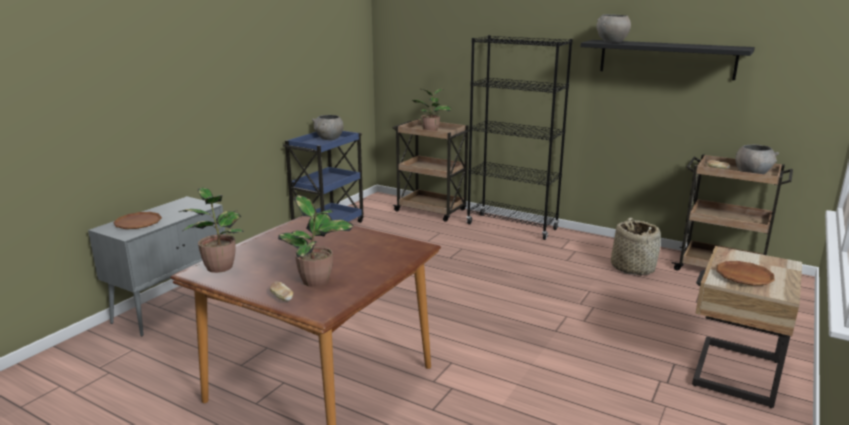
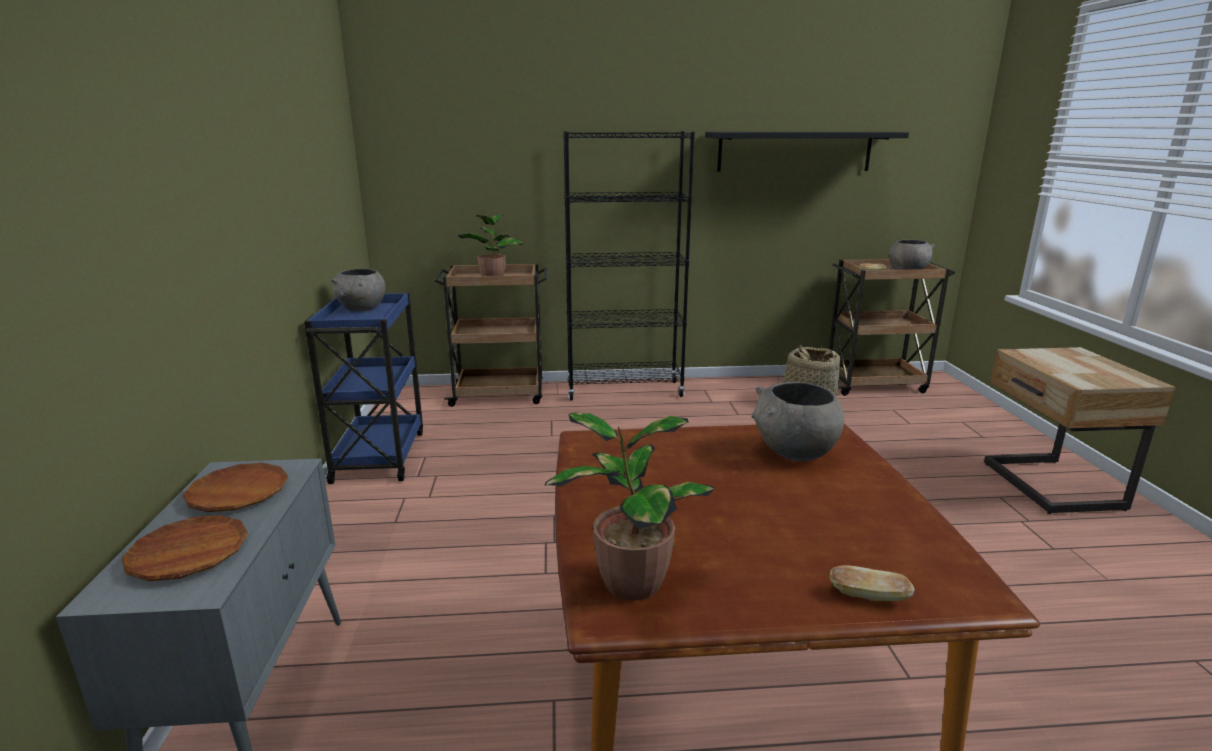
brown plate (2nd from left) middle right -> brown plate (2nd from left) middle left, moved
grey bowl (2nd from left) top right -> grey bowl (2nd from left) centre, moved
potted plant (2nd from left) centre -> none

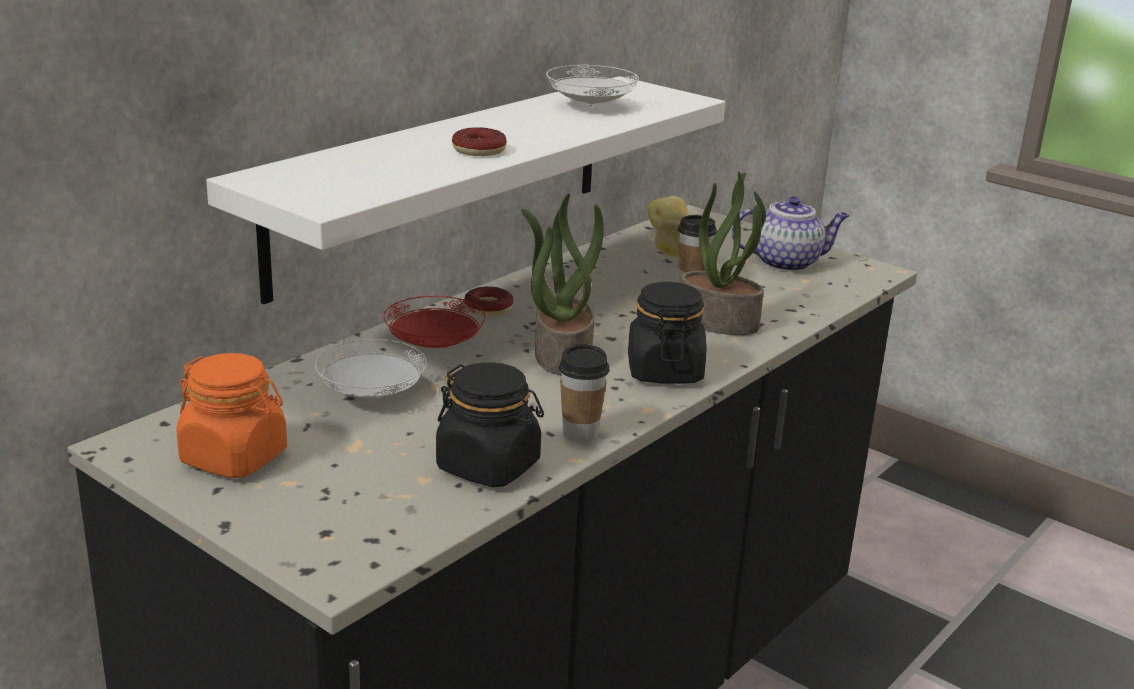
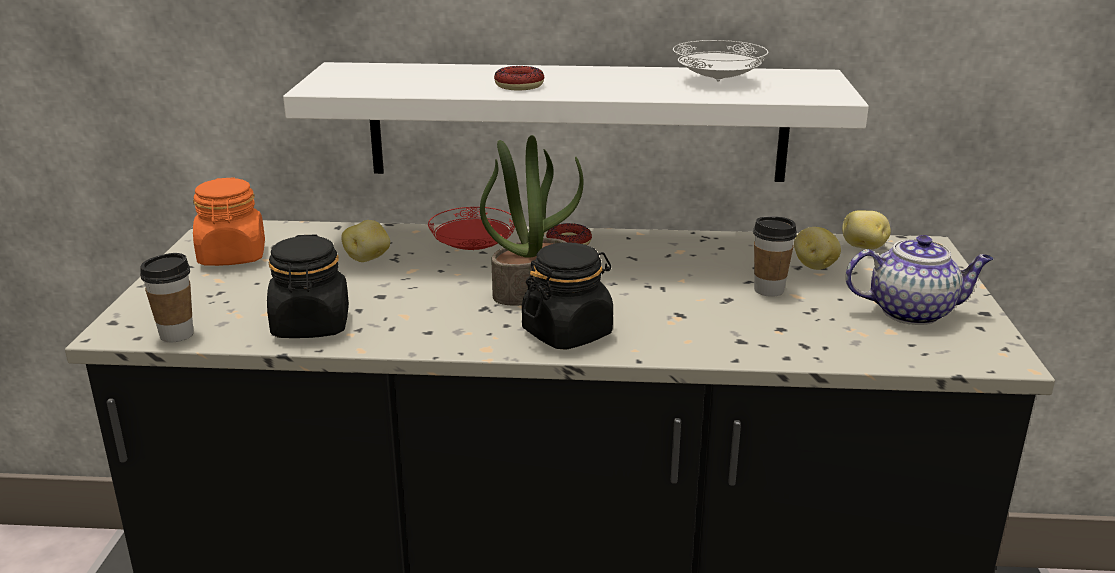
cup (1st from left) centre -> cup (1st from left) middle left, moved
white plate (1st from left) middle left -> potato (1st from left) middle left
teapot middle right, 45 degrees counterclockwise
potted plant (2nd from left) centre -> none

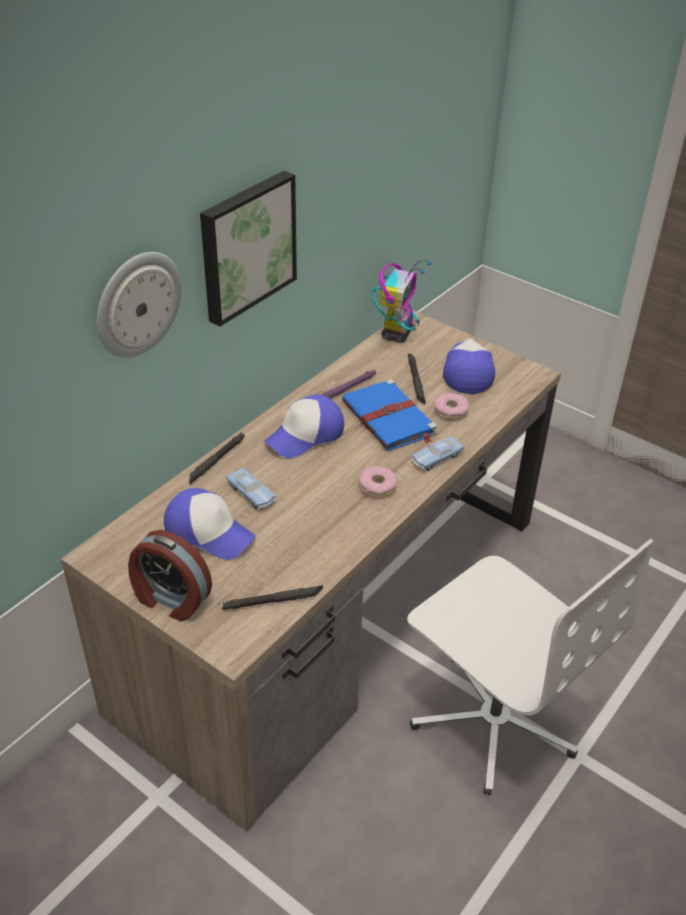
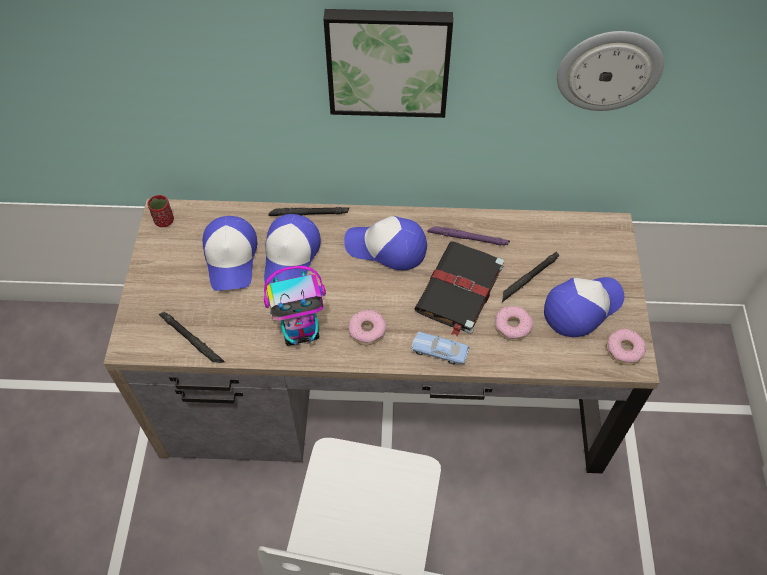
none -> red cup middle left
blue toy car (1st from left) centre -> cap (2nd from left) centre
toy robot top centre -> toy robot centre, moved
blue book centre -> black book centre
wall clock middle left -> wall clock top right, moved
none -> donut (3rd from left) middle right
alarm clock middle left -> none

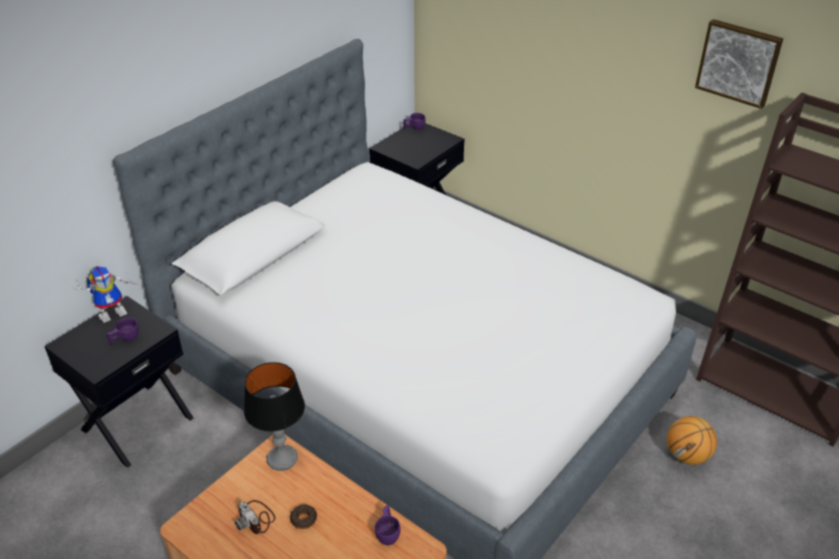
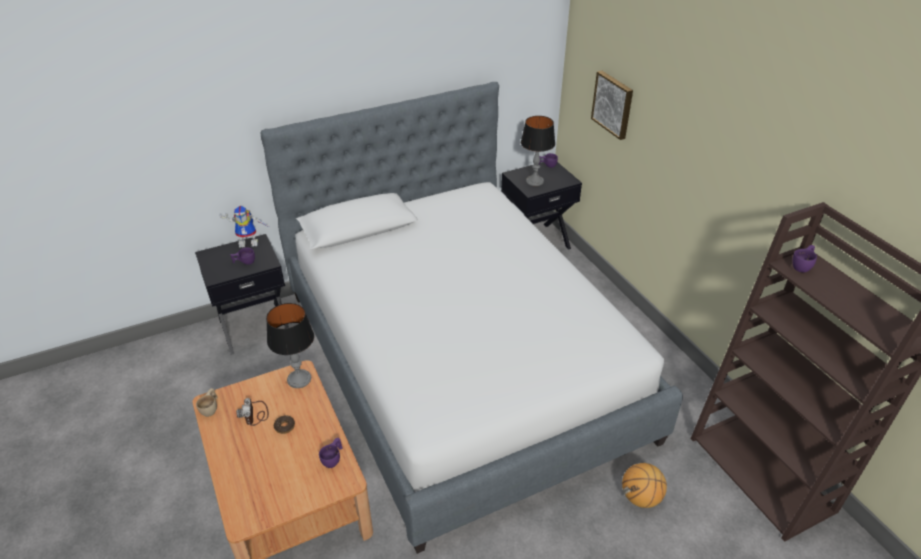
none -> beige cup bottom left
none -> table lamp (2nd from left) top centre
picture top right -> picture top centre, moved
none -> purple cup (4th from left) middle right

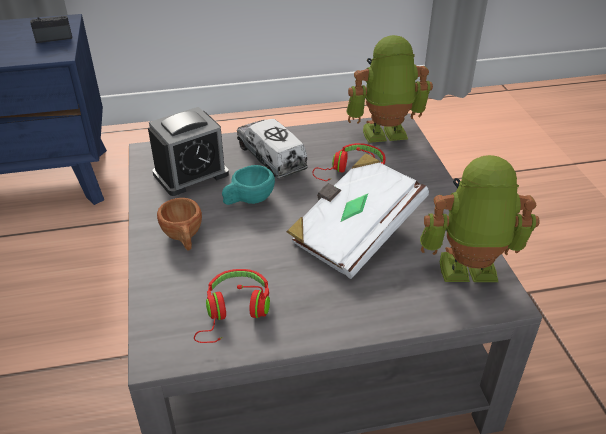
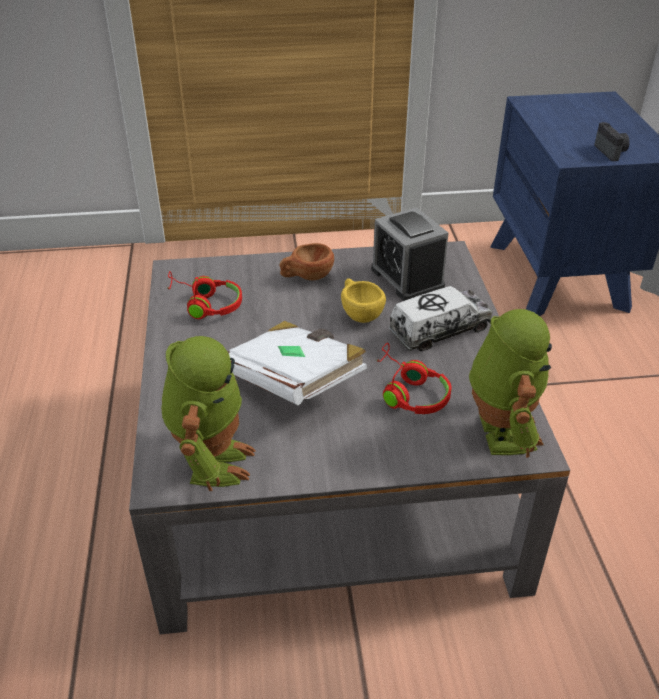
turquoise cup centre -> yellow cup centre

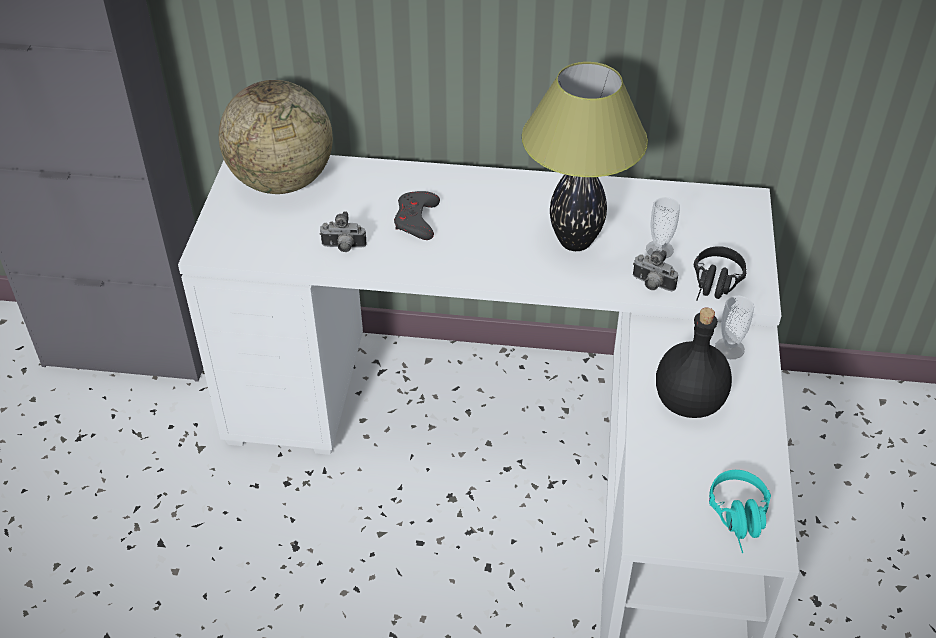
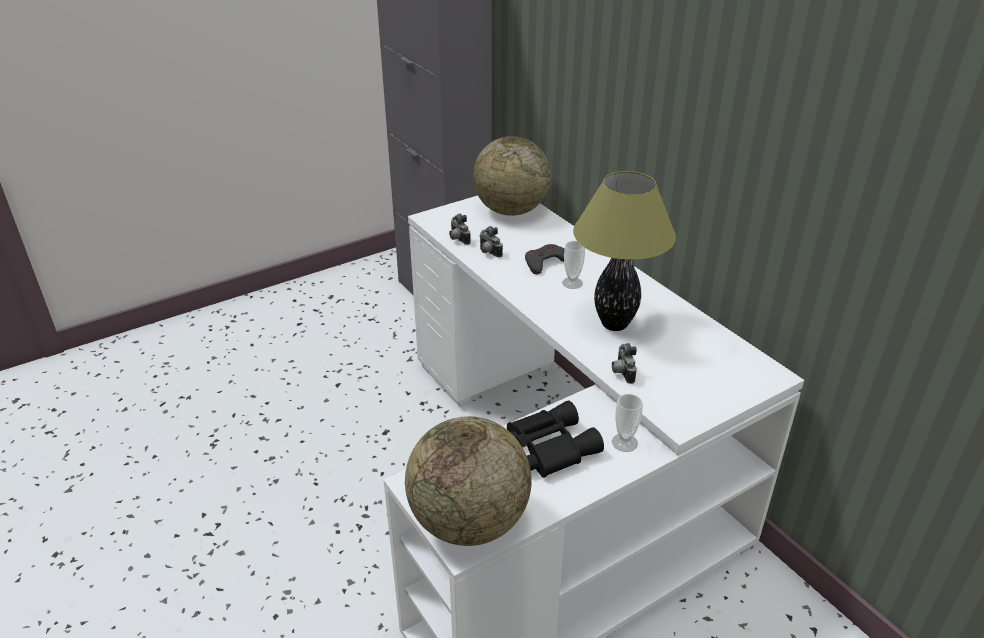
turquoise headphones bottom right -> globe (1st from left) bottom centre
none -> photo camera (1st from left) centre
black bottle middle right -> black binoculars bottom centre
cup (1st from left) middle right -> cup (1st from left) centre, moved
black headphones middle right -> none

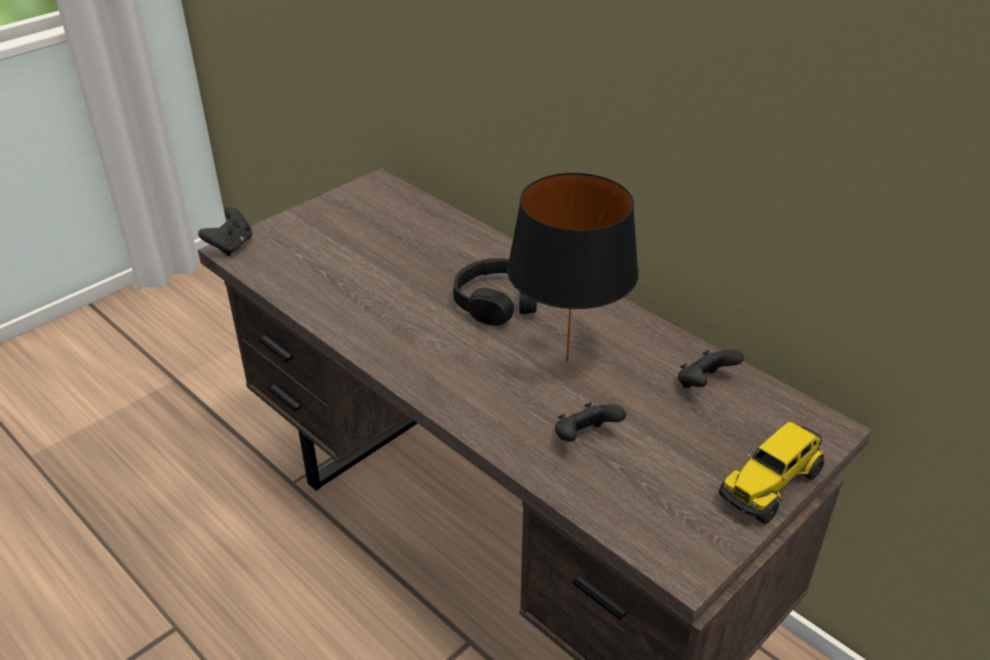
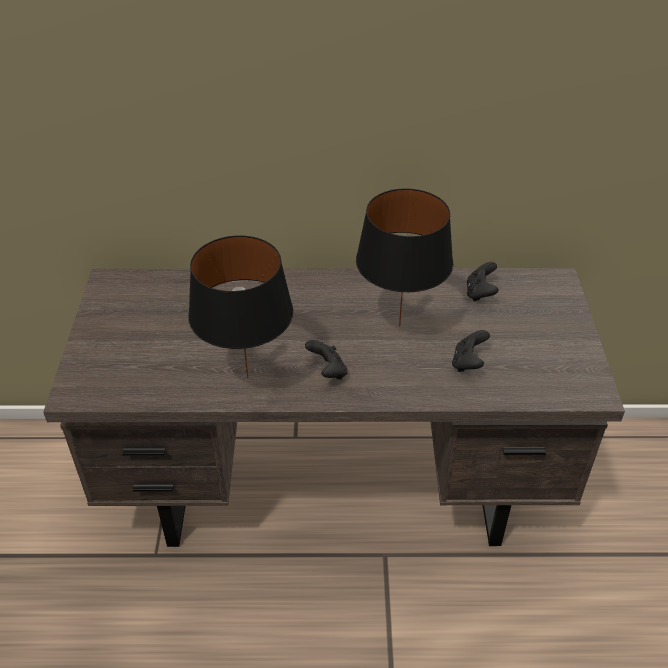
none -> black table lamp (1st from left) centre
black game controller (1st from left) middle left -> black game controller (1st from left) centre, moved
black headphones centre -> none
toy truck bottom right -> none

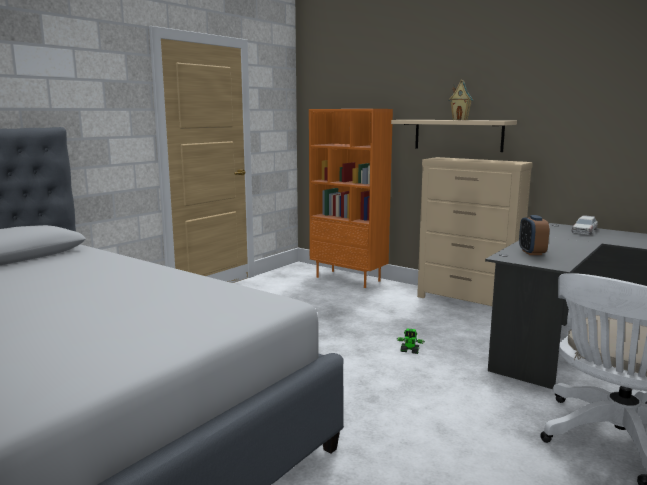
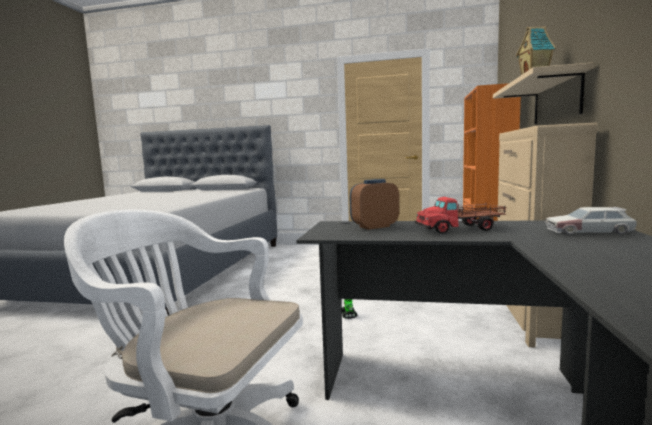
none -> toy truck middle right

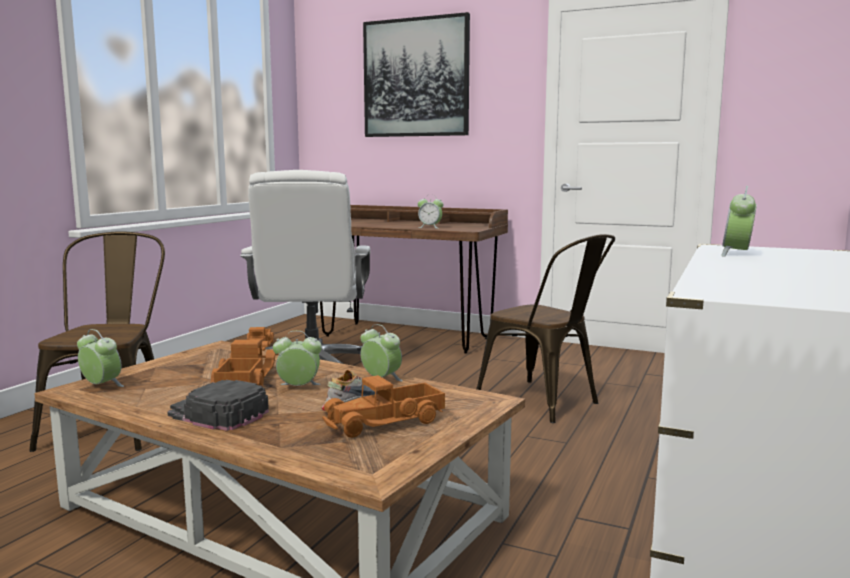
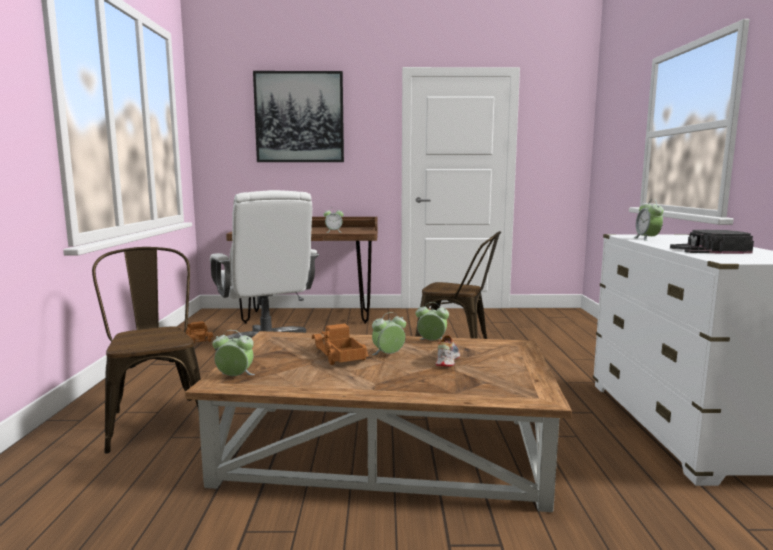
black cap bottom left -> black cap middle right, moved
toy truck (3rd from left) bottom centre -> none

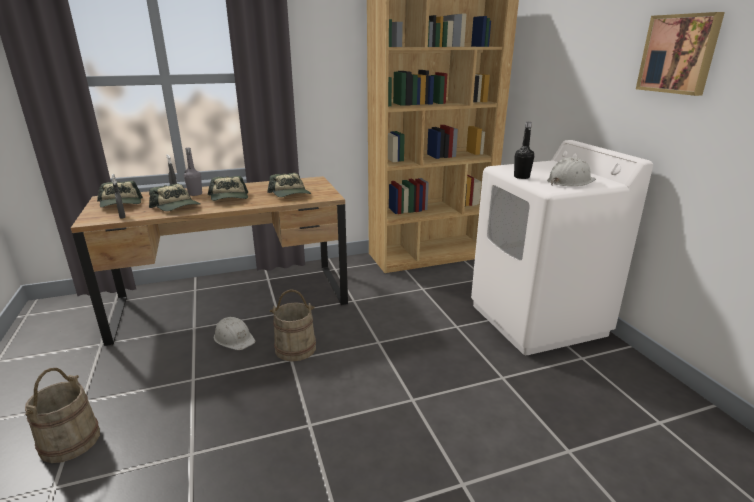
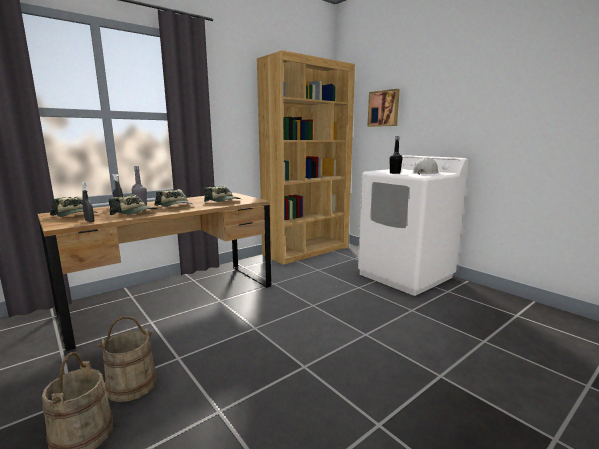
beige bucket (2nd from left) centre -> beige bucket (2nd from left) bottom left, moved
picture top right -> picture top centre, moved
white hard hat (1st from left) middle left -> none

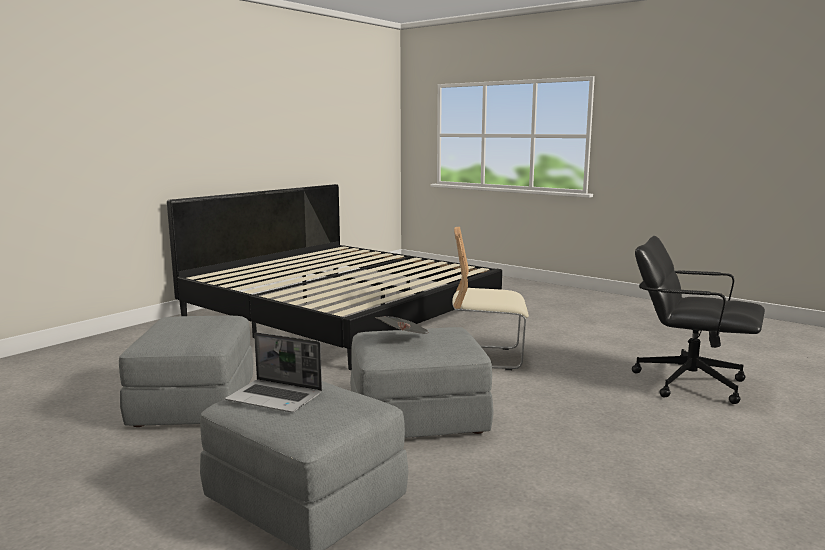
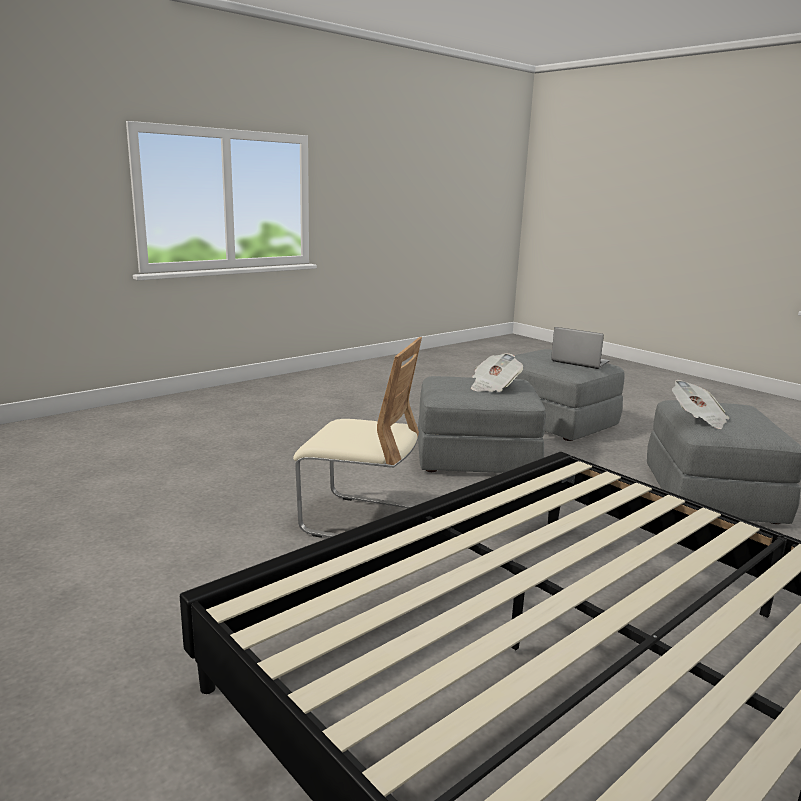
none -> newspaper (2nd from left) middle right
black office chair middle right -> none

